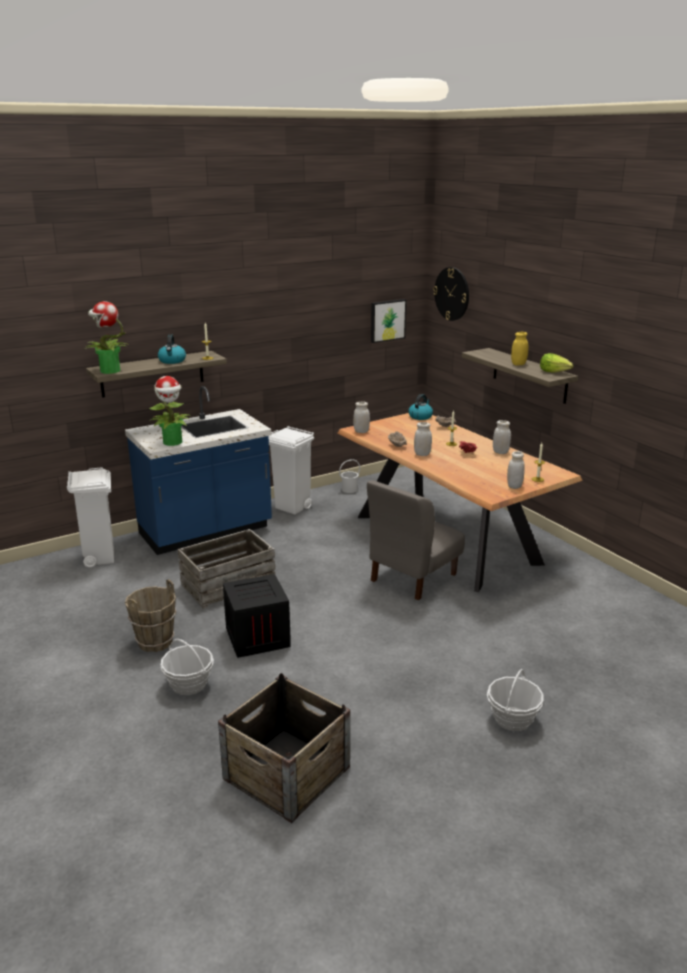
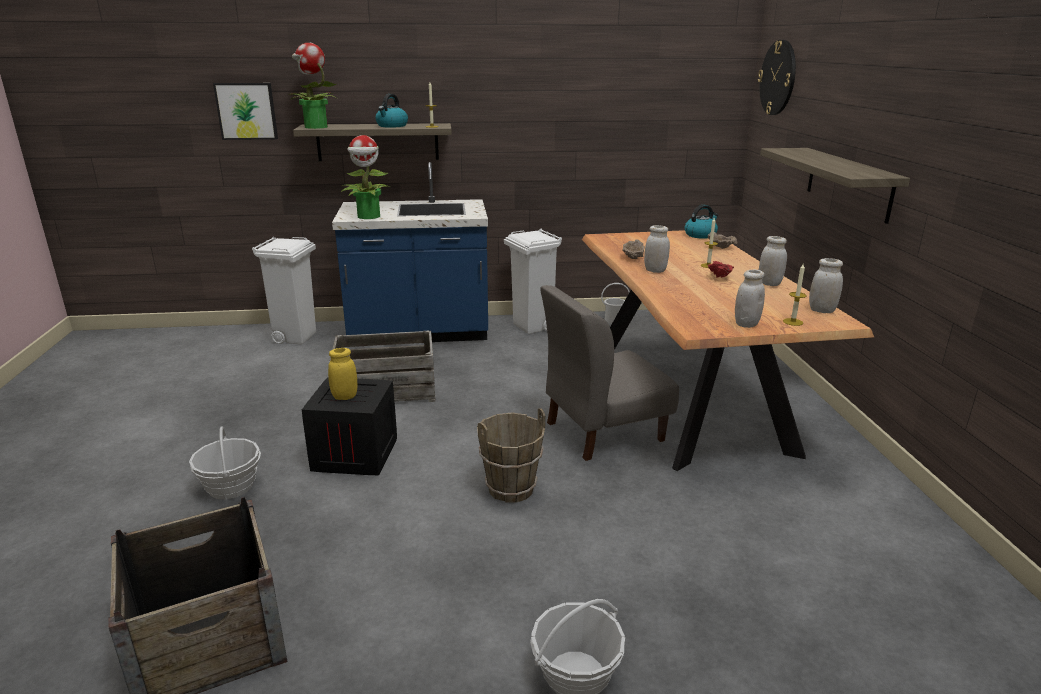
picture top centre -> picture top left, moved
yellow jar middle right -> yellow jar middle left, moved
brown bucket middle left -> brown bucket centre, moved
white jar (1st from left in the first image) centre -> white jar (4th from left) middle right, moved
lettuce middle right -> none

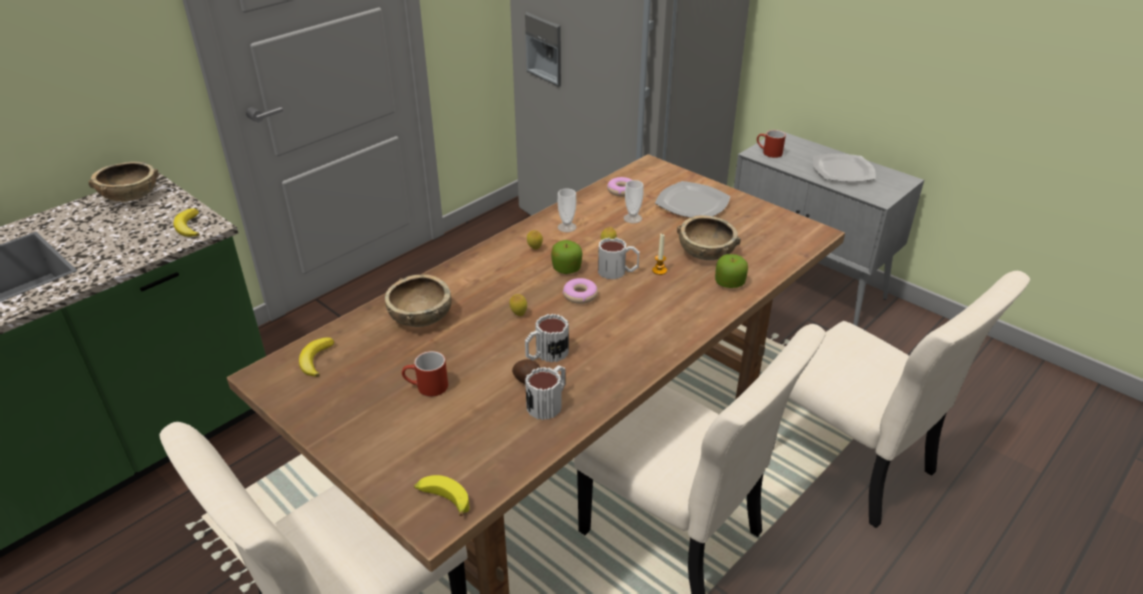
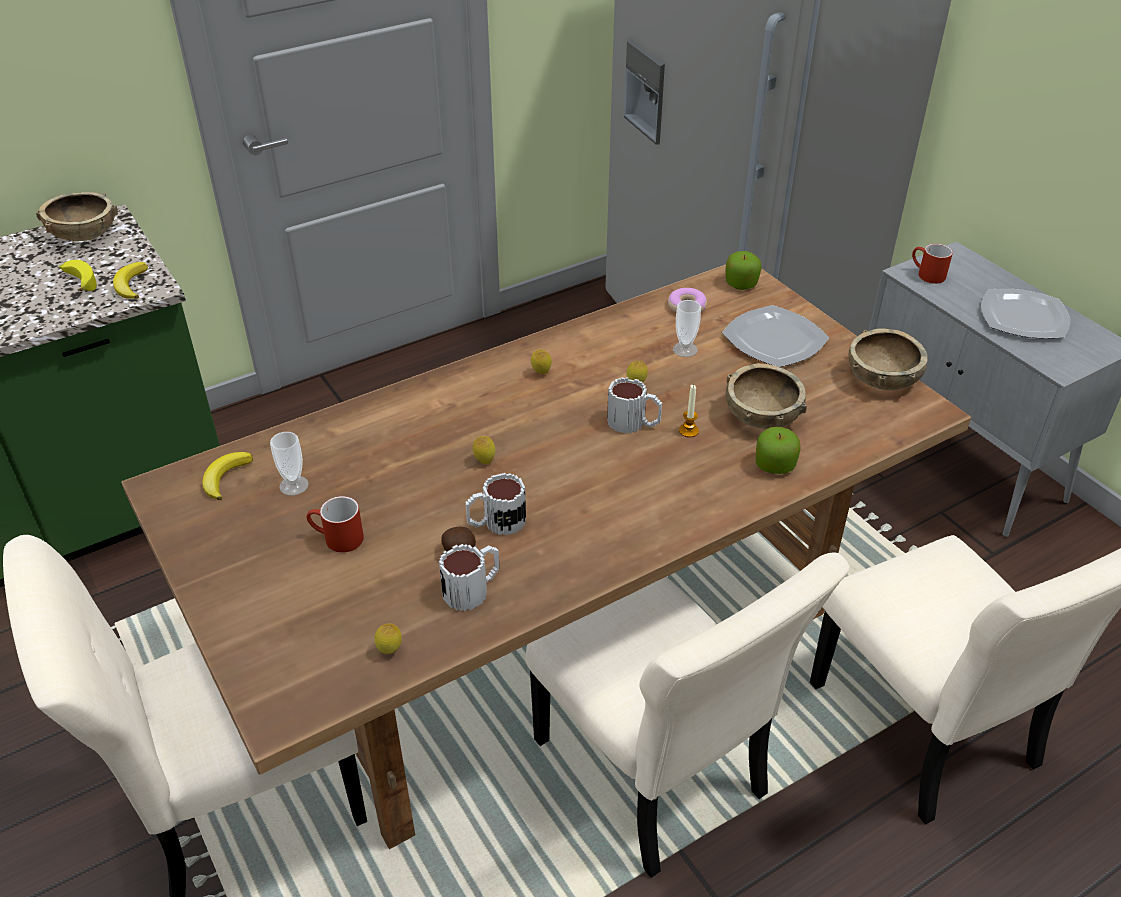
banana (3rd from left in the first image) bottom centre -> banana (1st from left) top left, moved
cup (1st from left) centre -> cup (1st from left) middle left, moved
none -> lemon (1st from left) bottom centre
apple (1st from left) centre -> apple (1st from left) top centre, moved
brown bowl (2nd from left in the first image) centre -> brown bowl (3rd from left) middle right, moved
donut (1st from left) centre -> none

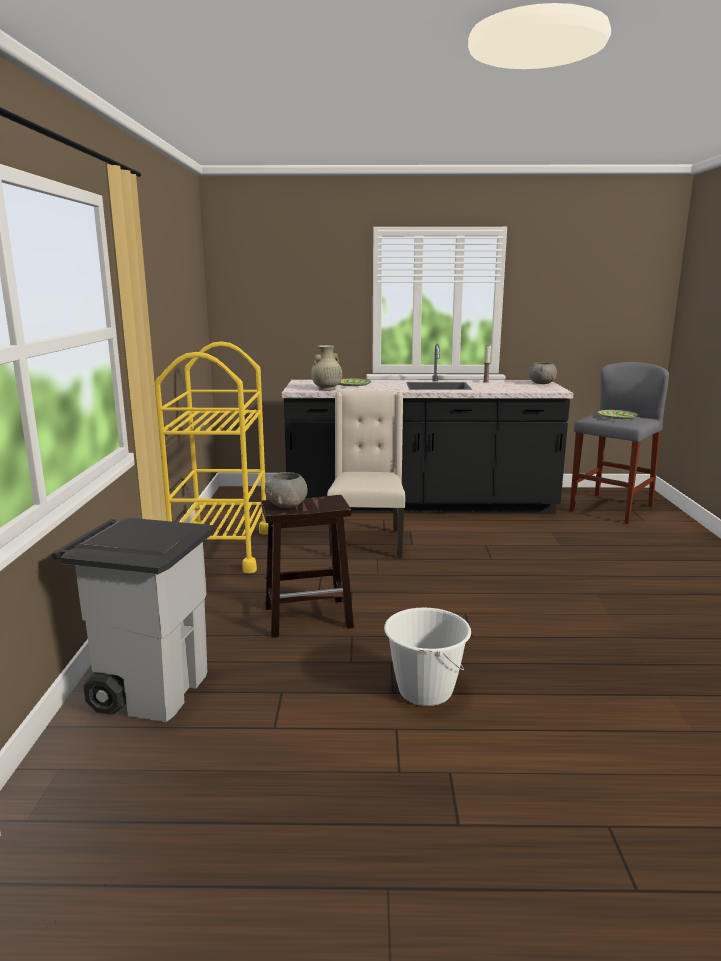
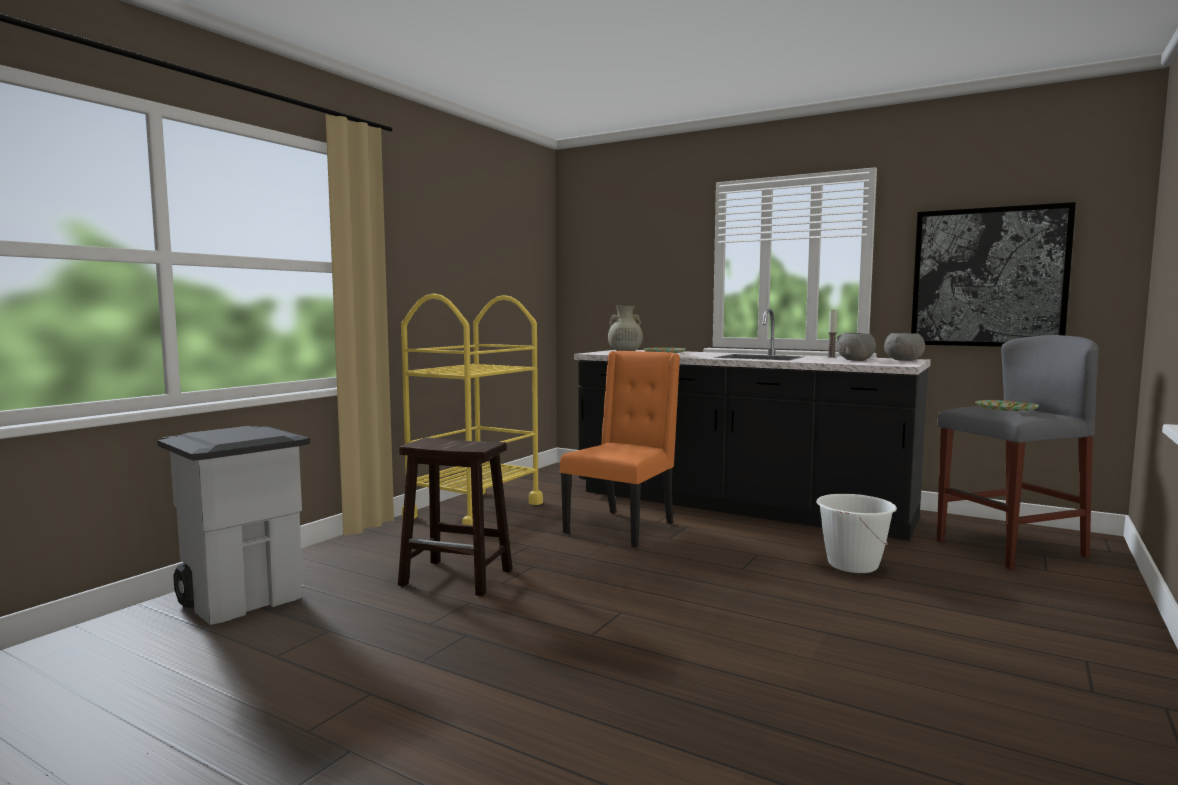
beige chair centre -> orange chair centre
white bucket bottom centre -> white bucket bottom right, moved
grey bowl (1st from left) centre -> grey bowl (1st from left) middle right, moved
none -> picture middle right

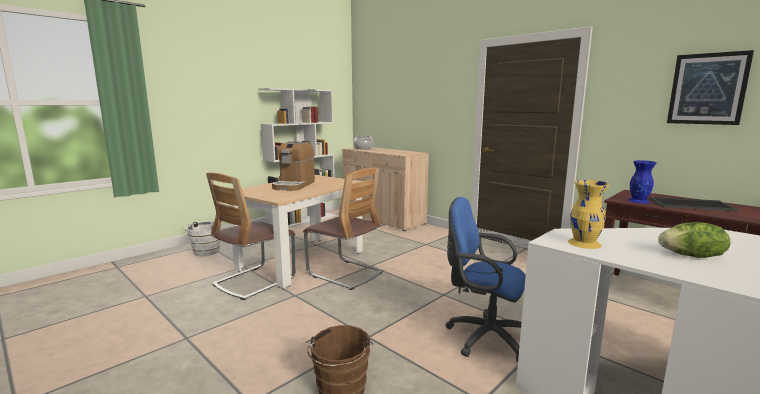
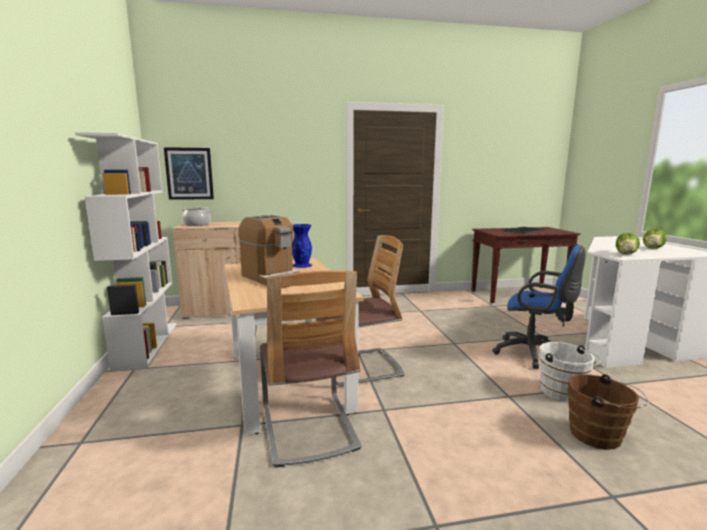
picture top right -> picture top left, moved
blue vase middle right -> blue vase centre, moved
blue office chair bottom centre -> blue office chair middle right, 120 degrees counterclockwise
white bucket middle left -> white bucket bottom right, moved
yellow vase middle right -> lettuce (1st from left) middle right

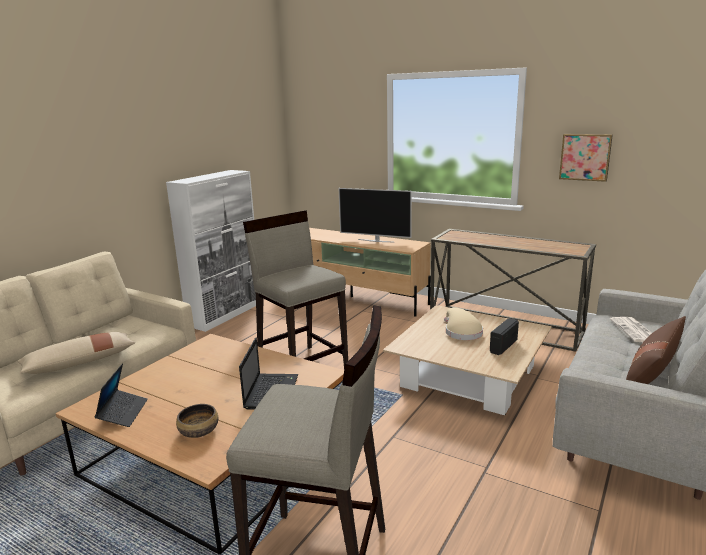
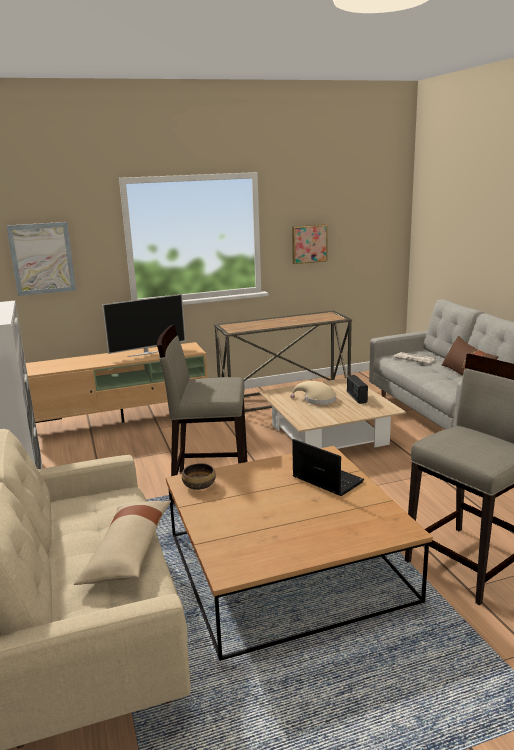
none -> picture (1st from left) middle left
bowl bottom left -> bowl centre, moved
laptop (1st from left) bottom left -> none

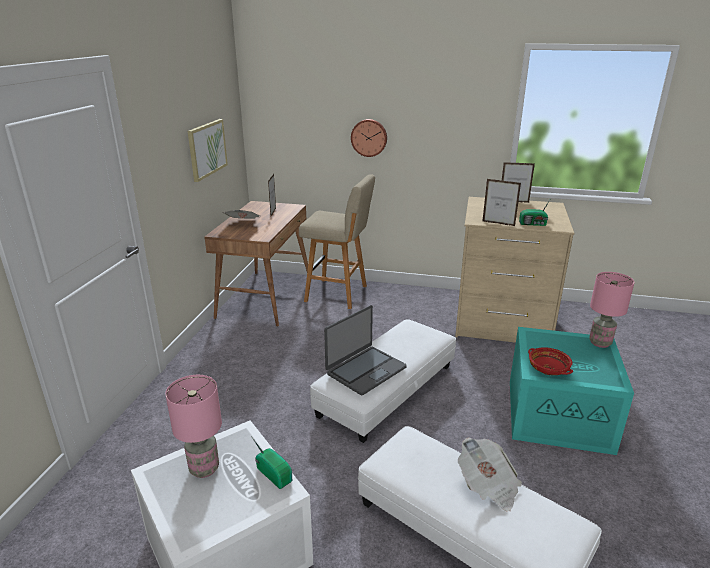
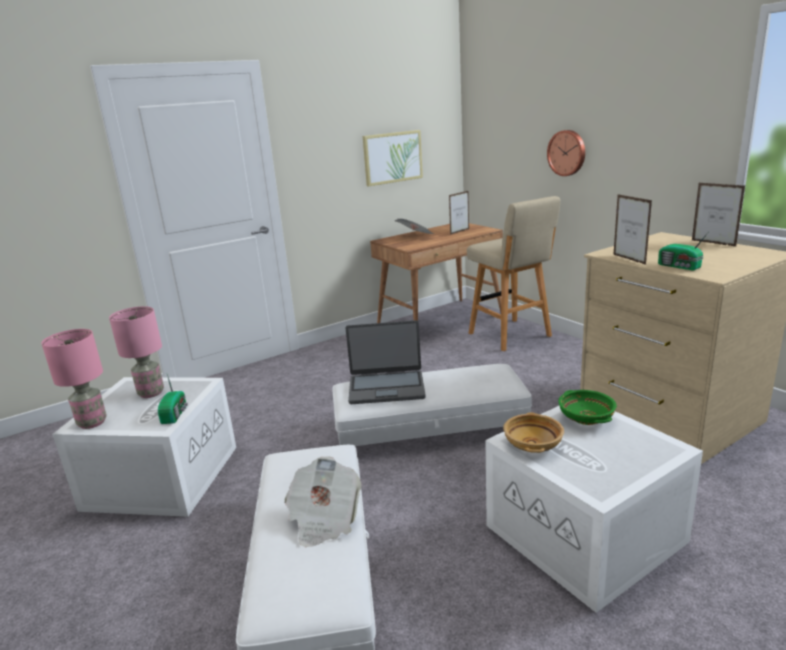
pink table lamp (2nd from left in the first image) middle right -> pink table lamp (1st from left) middle left, moved
turquoise storage box bottom right -> white storage box (2nd from left) bottom right
red bowl middle right -> beige bowl middle right
none -> green bowl middle right

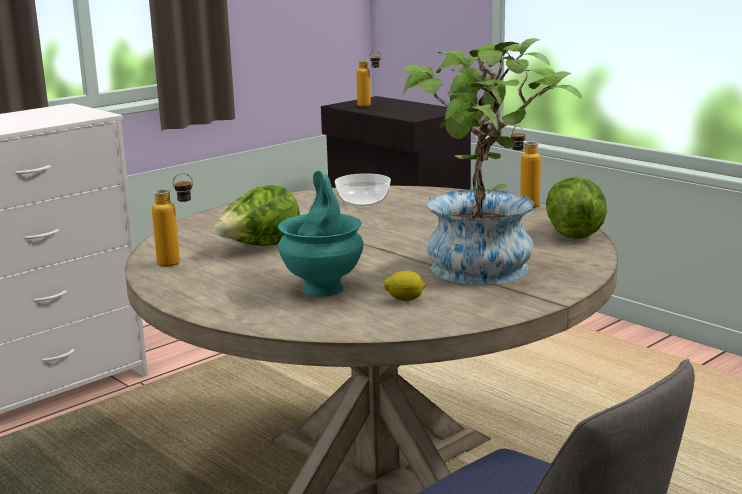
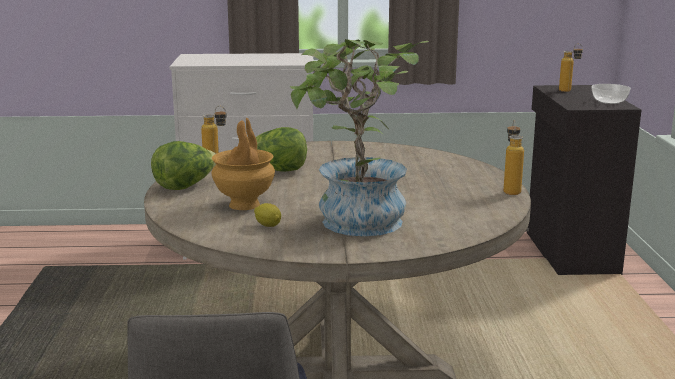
lettuce (2nd from left in the first image) middle right -> lettuce (1st from left) middle left, moved
turquoise vase centre -> brown vase centre
bowl centre -> bowl top right, moved

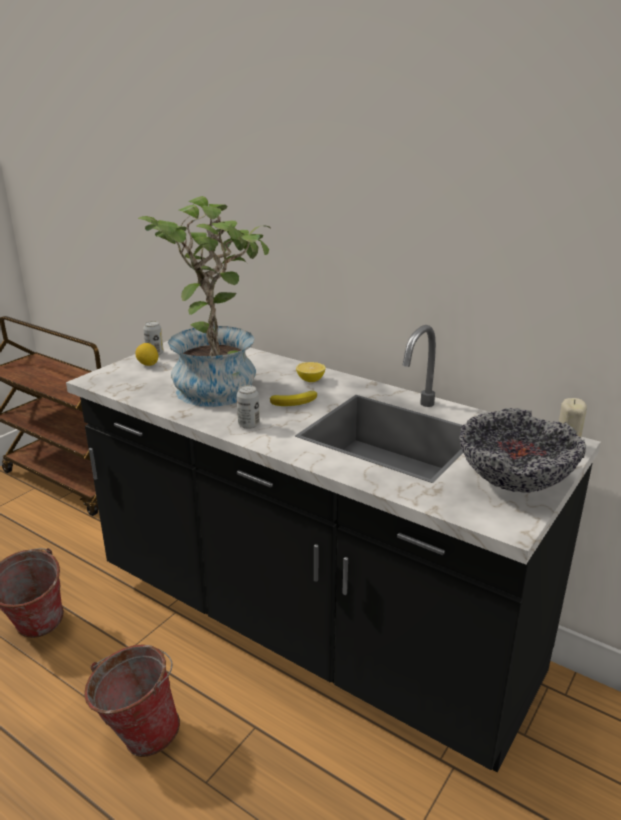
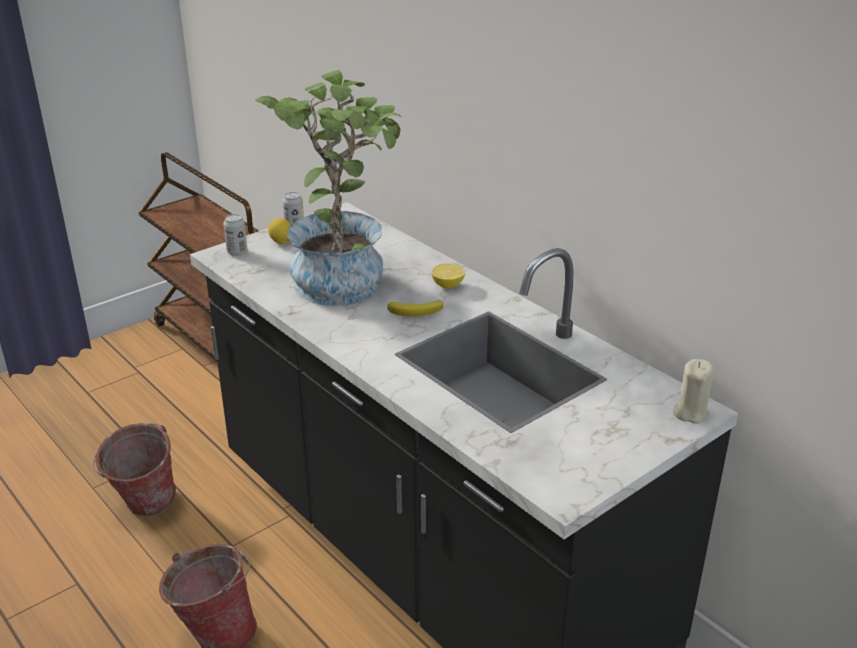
can (2nd from left in the first image) centre -> can (1st from left) middle left, moved
bowl middle right -> none

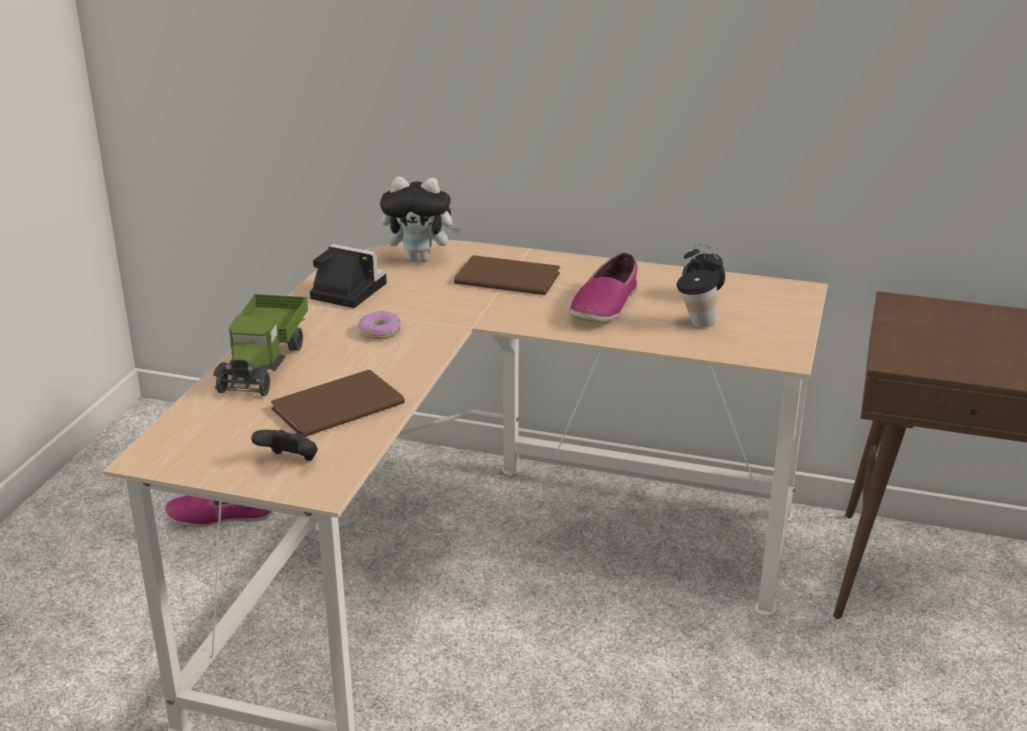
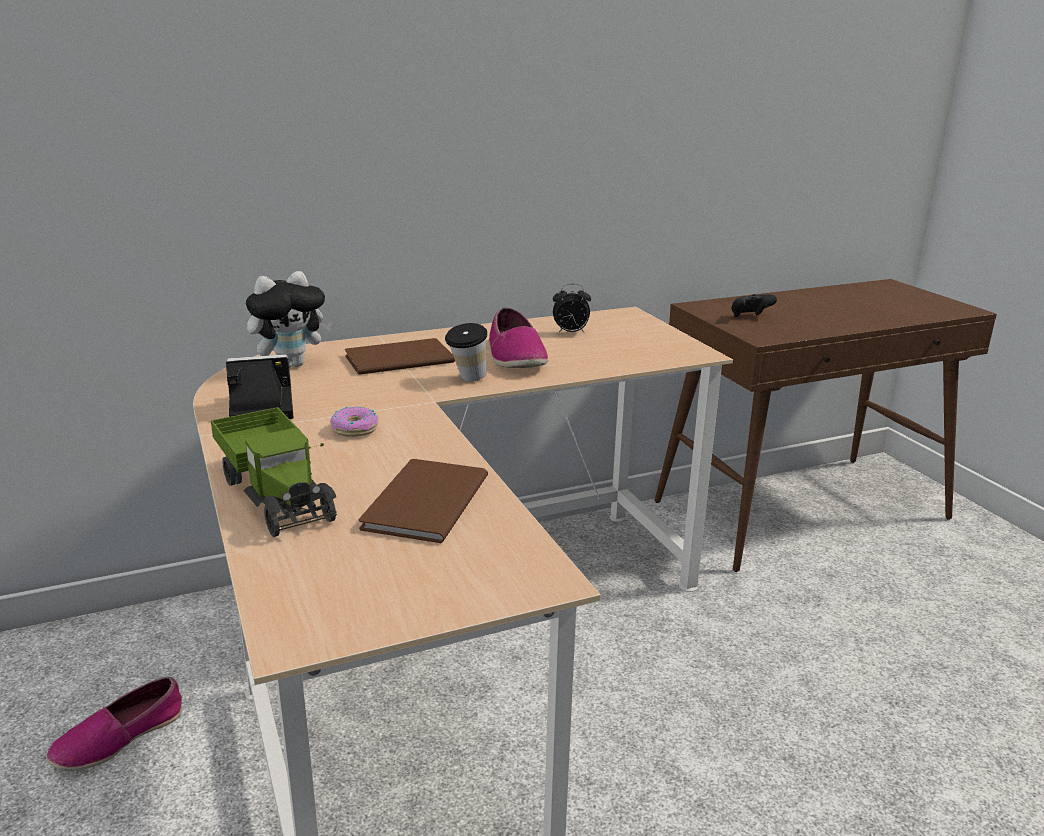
cup middle right -> cup centre, moved
black game controller middle left -> black game controller middle right, moved

